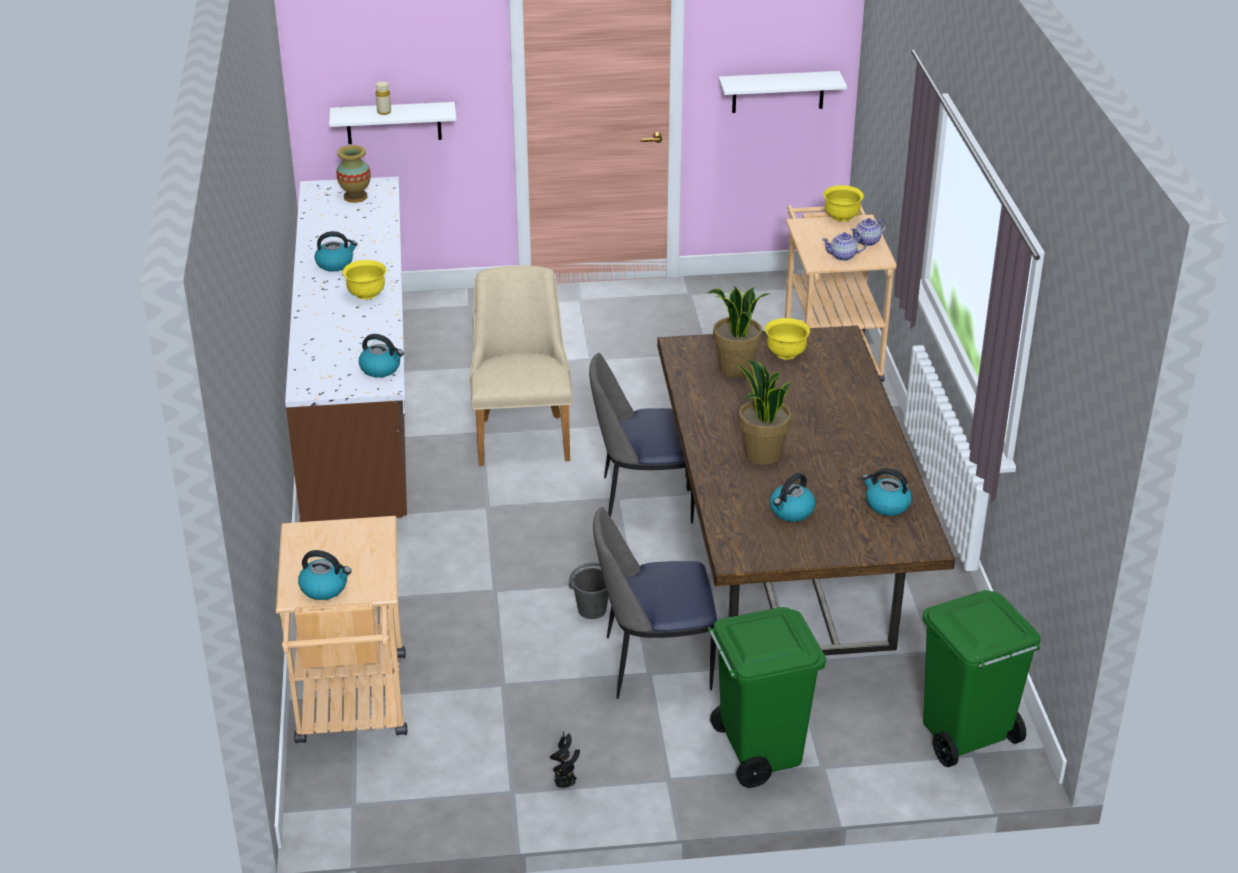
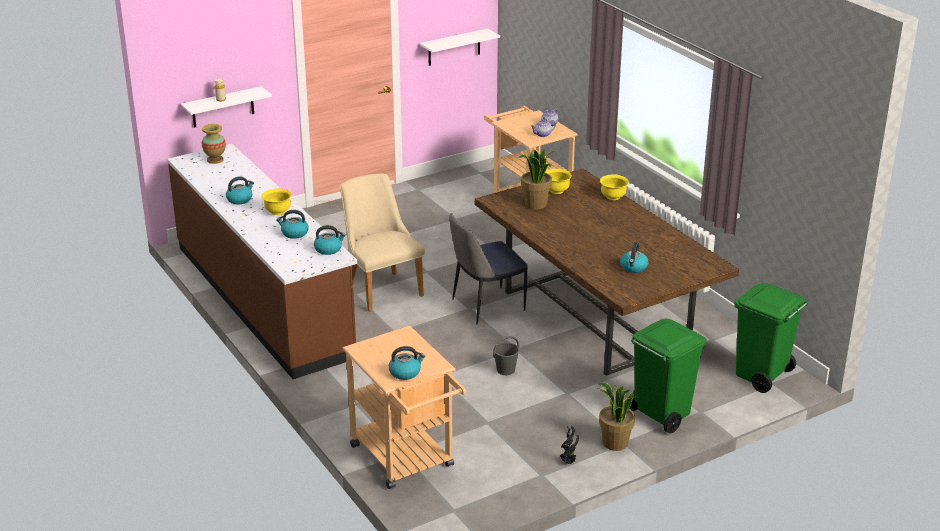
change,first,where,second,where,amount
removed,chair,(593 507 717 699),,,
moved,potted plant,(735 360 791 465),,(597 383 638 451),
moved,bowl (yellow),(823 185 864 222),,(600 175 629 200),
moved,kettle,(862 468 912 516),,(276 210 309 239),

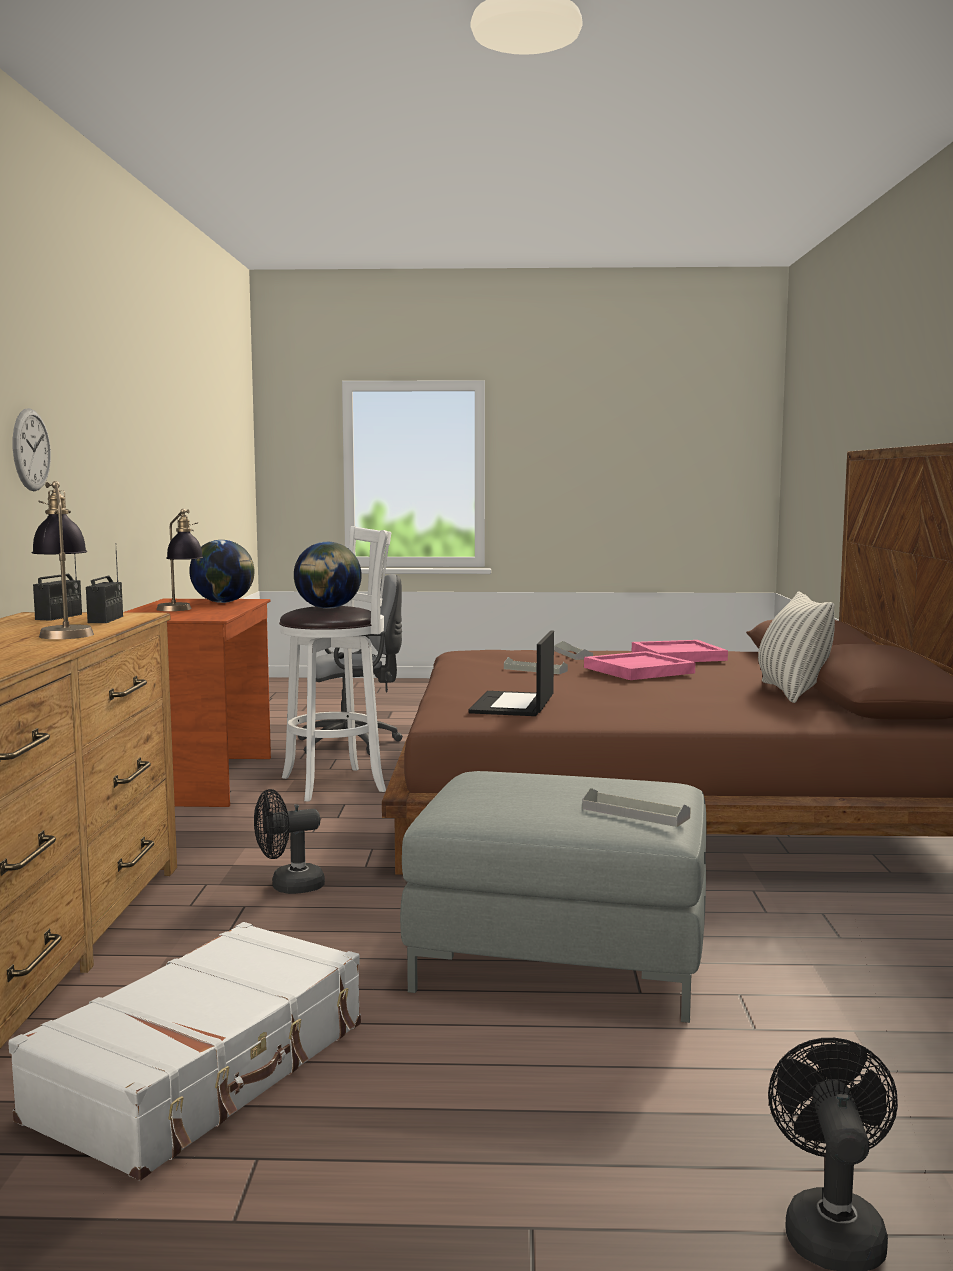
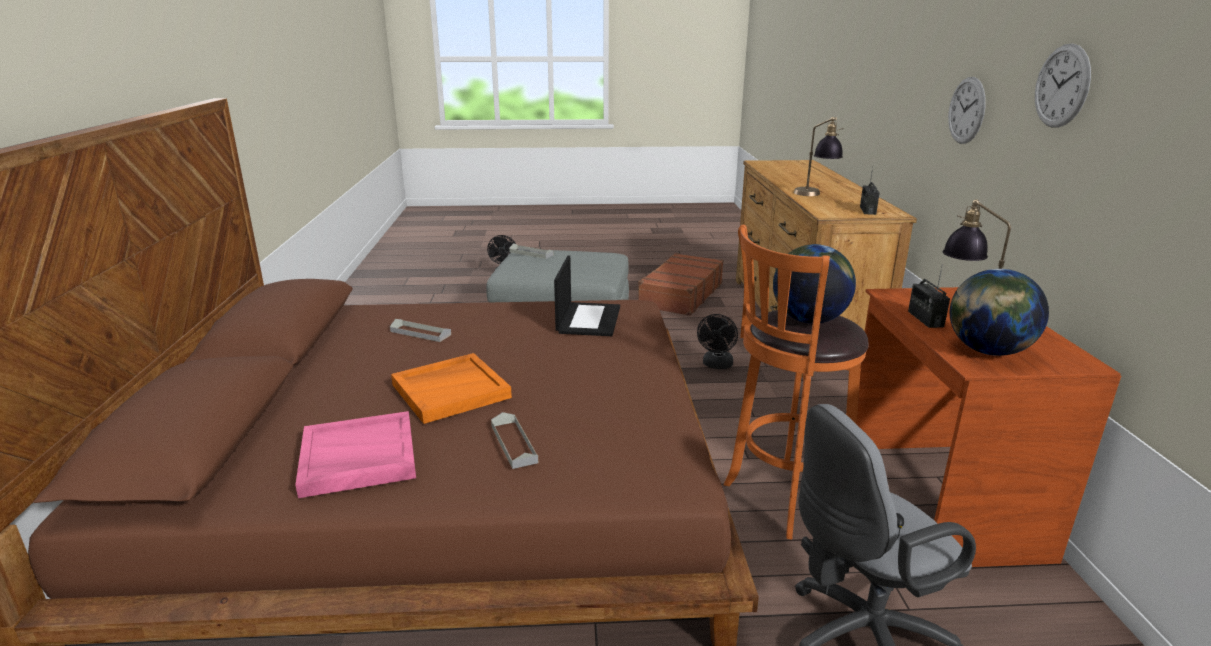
change,first,where,second,where,amount
removed,pillow,(758 592 835 703),,,
added,,,wall clock,(1035 43 1091 127),
moved,radio,(86 543 123 623),,(908 265 950 328),
moved,tray (grey),(504 657 568 674),,(390 319 451 342),
recoloured,suitcase (white),(8 922 361 1181),suitcase (brown),(637 253 724 316),
recoloured,stool (white),(279 526 391 802),stool (orange),(724 225 869 540),
recoloured,tray (pink),(584 651 695 680),tray (orange),(391 353 512 424),
turned,fan (black),(254 789 325 894),,(697 314 738 369),135 degrees clockwise

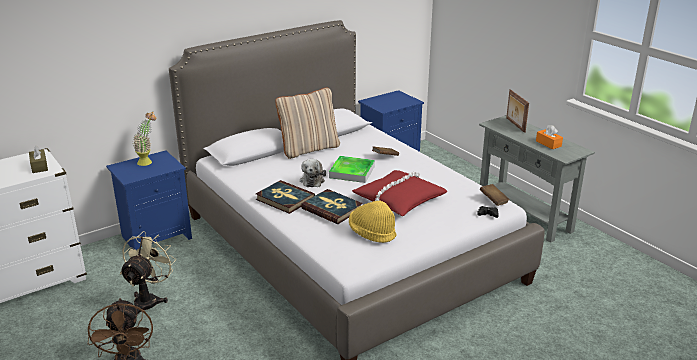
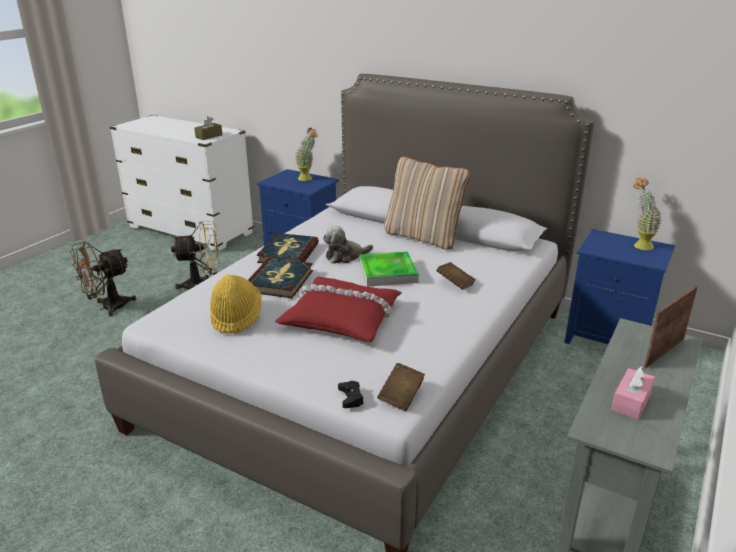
change,first,where,second,where,amount
added,,,potted plant,(634 177 662 250),
recoloured,tissue box (orange),(536 125 563 149),tissue box (pink),(611 366 655 420),

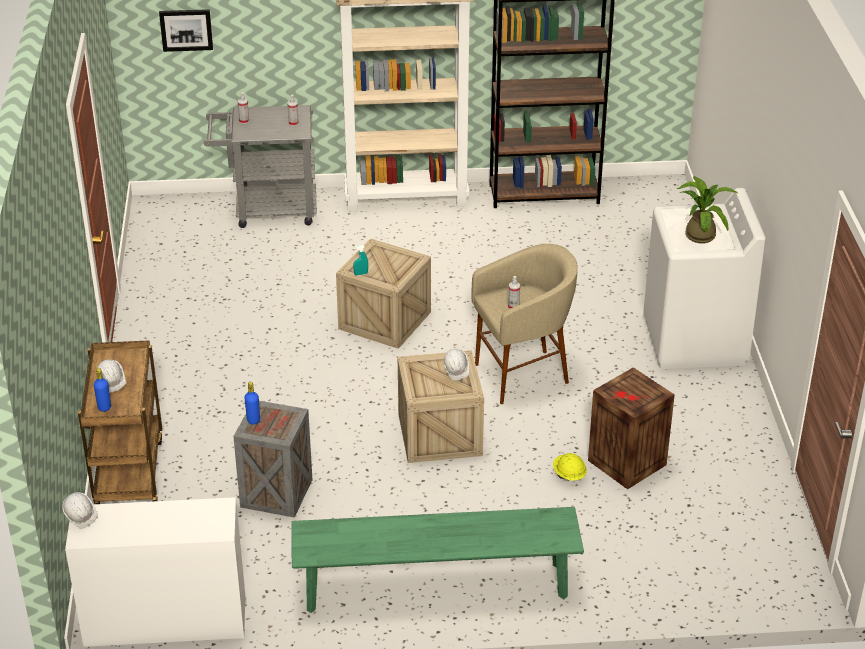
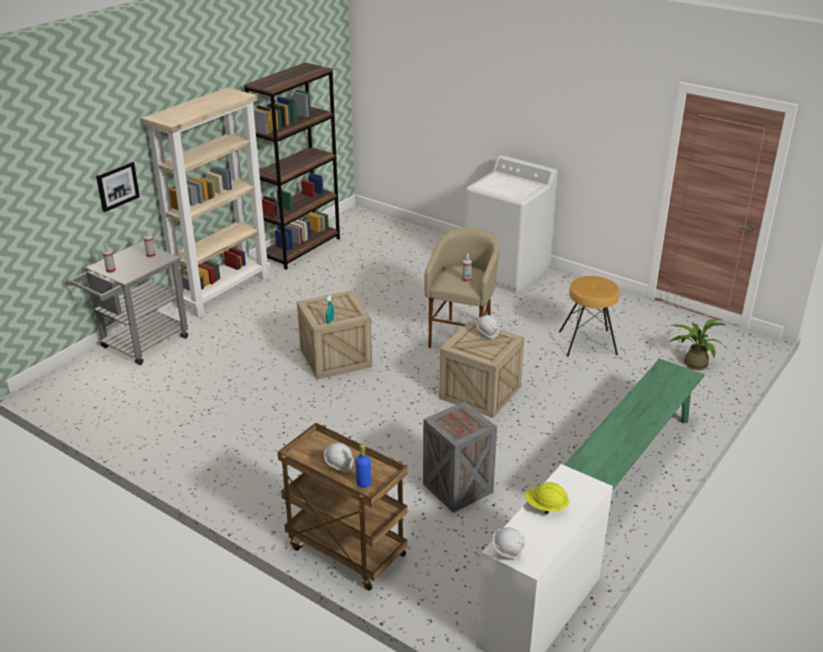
change,first,where,second,where,amount
removed,bottle (blue),(245 382 260 424),,,
moved,picture,(159 9 213 52),,(96 161 140 212),
moved,hard hat (yellow),(553 453 587 481),,(525 482 569 515),
moved,potted plant,(677 176 739 243),,(668 319 727 370),
replaced,crate,(588 367 675 489),stool (brown),(559 276 620 356),

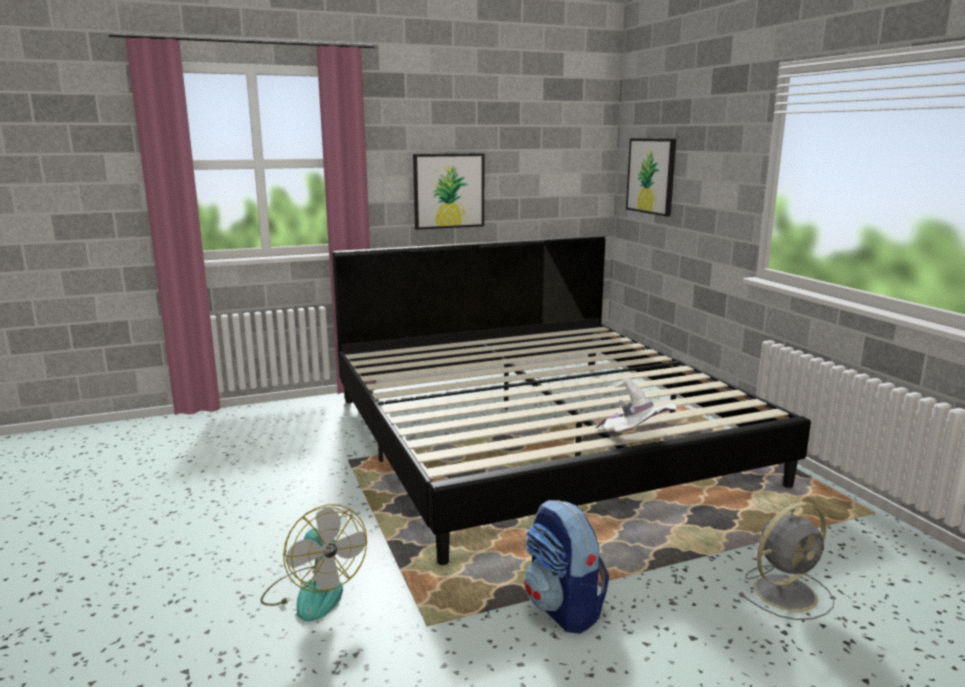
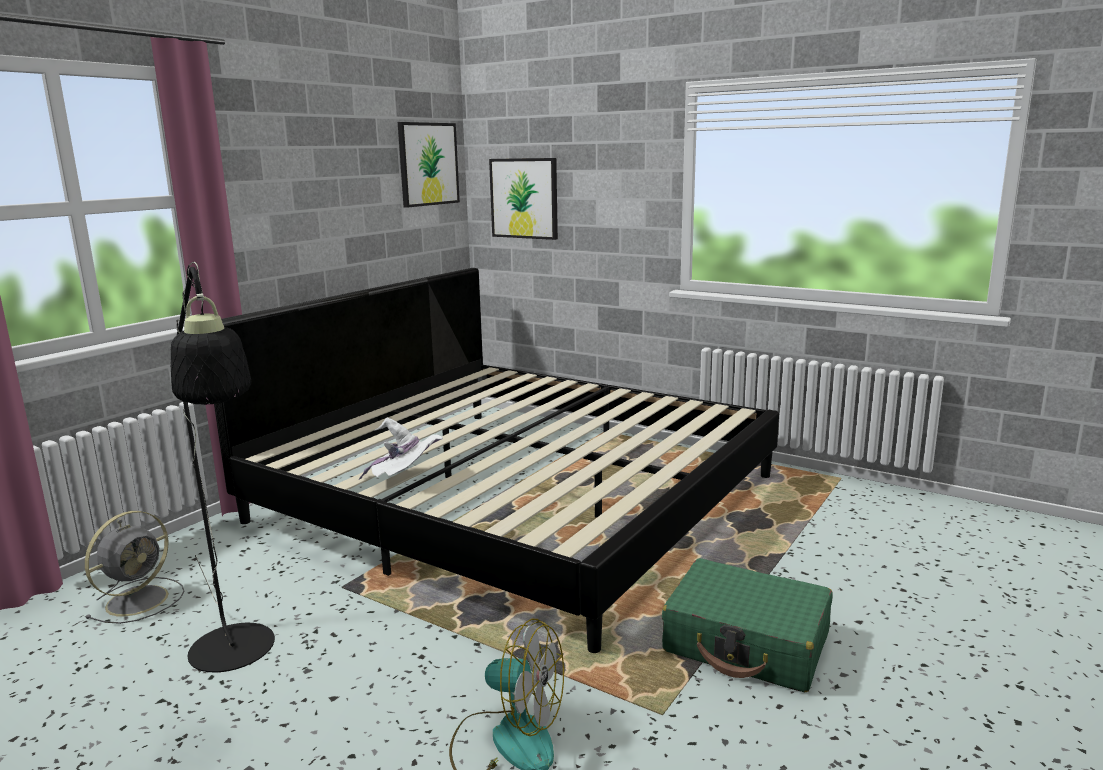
change,first,where,second,where,amount
added,,,floor lamp (black),(171 262 275 672),
moved,picture,(413 153 484 230),,(398 122 460 208),
moved,hat (white),(595 378 677 432),,(359 417 443 480),
moved,fan (grey),(738 502 834 620),,(85 511 184 624),
replaced,backpack,(525 500 609 634),suitcase (green),(662 558 833 692),

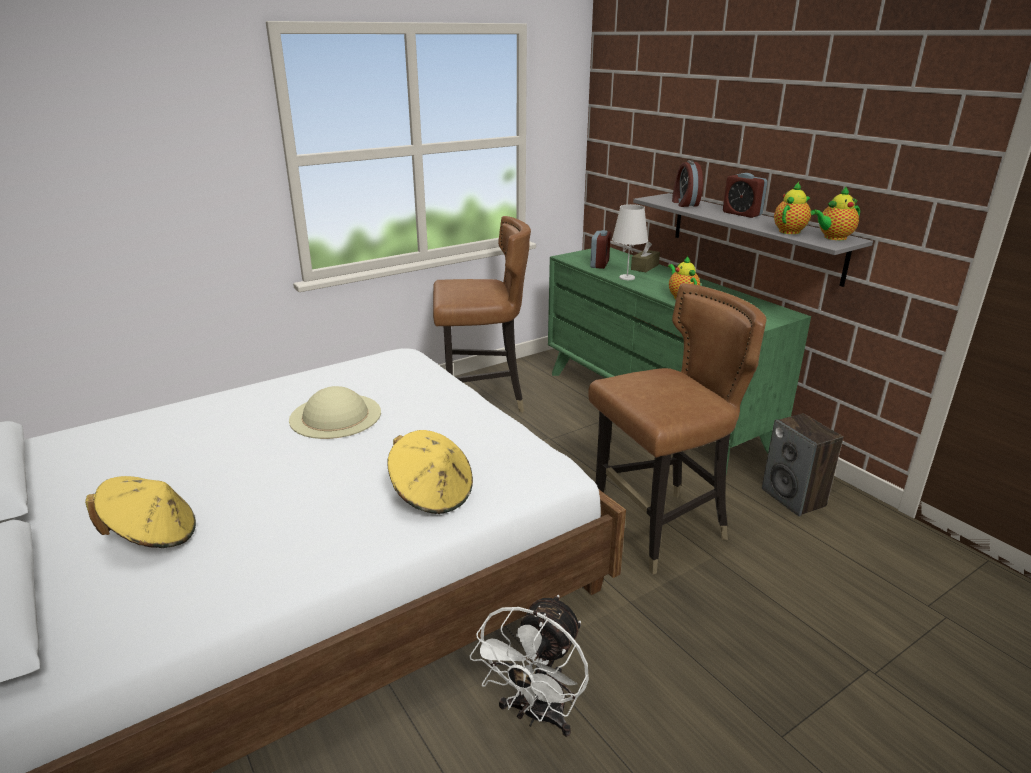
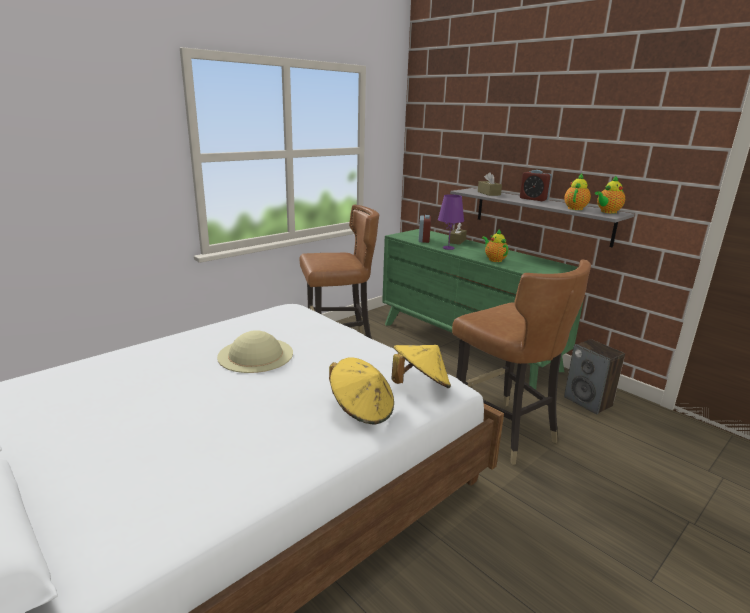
change,first,where,second,where,amount
removed,fan (white),(469 595 589 737),,,
moved,hat (yellow),(85 476 196 548),,(391 345 451 388),
replaced,alarm clock,(672 160 703 207),tissue box (brown),(478 172 502 196),
recoloured,table lamp (white),(612 204 648 280),table lamp (purple),(438 194 464 250),
turned,chair (brown),(588 283 767 575),,(452 259 591 465),90 degrees clockwise

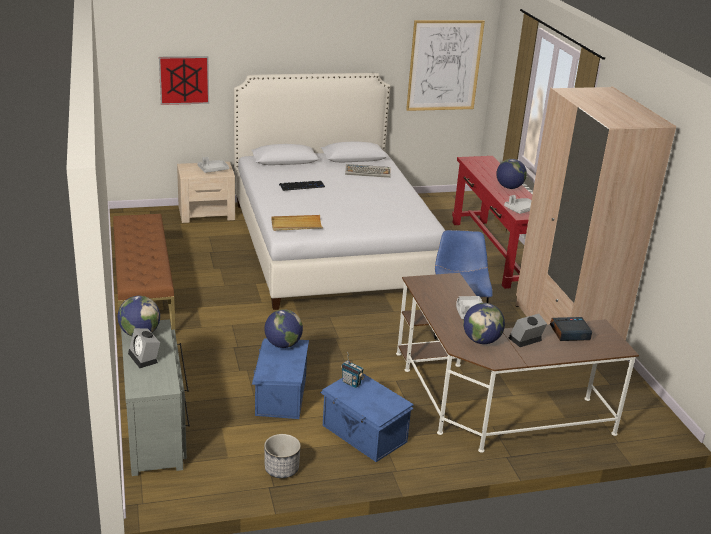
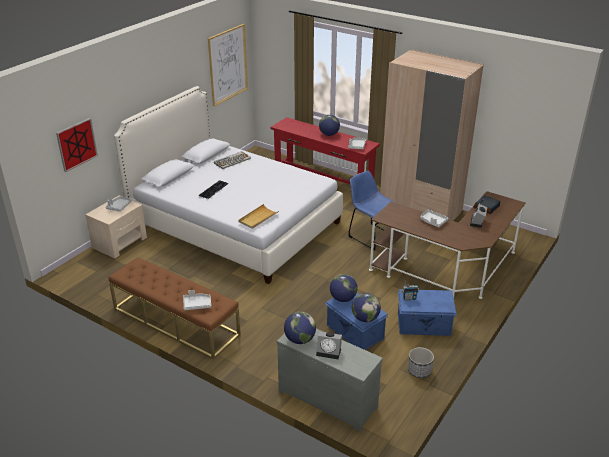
change,first,where,second,where,amount
added,,,tray (grey),(183 290 211 310),
moved,globe,(463 303 505 344),,(352 293 381 322),

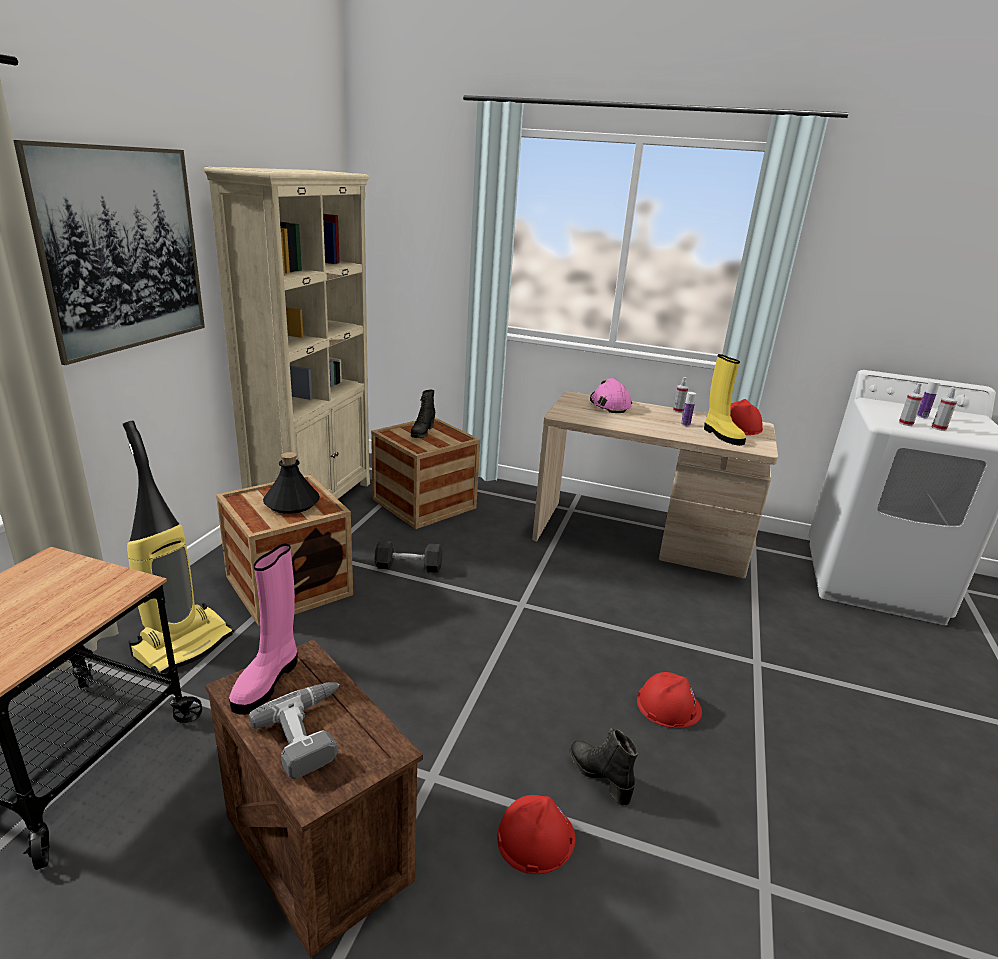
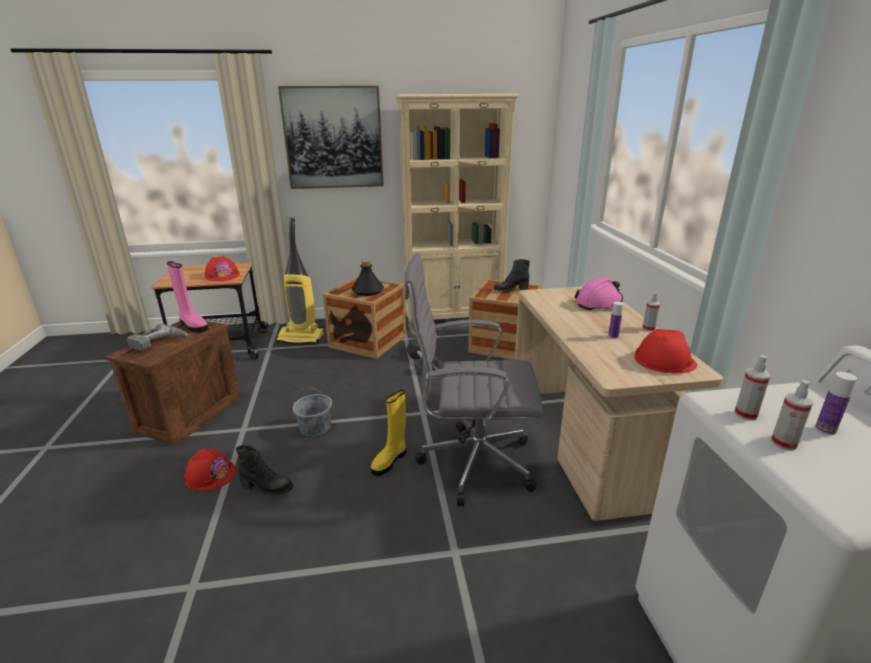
change,first,where,second,where,amount
added,,,bucket (grey),(293 387 332 437),
added,,,office chair (grey),(405 253 543 506),
moved,hard hat (red),(637 672 702 728),,(205 255 240 281),
moved,boot (yellow),(704 354 746 446),,(371 390 406 476),
turned,boot (pink),(229 543 298 715),,(167 261 209 332),135 degrees counterclockwise
turned,boot (black),(570 728 638 805),,(236 445 293 496),75 degrees clockwise

